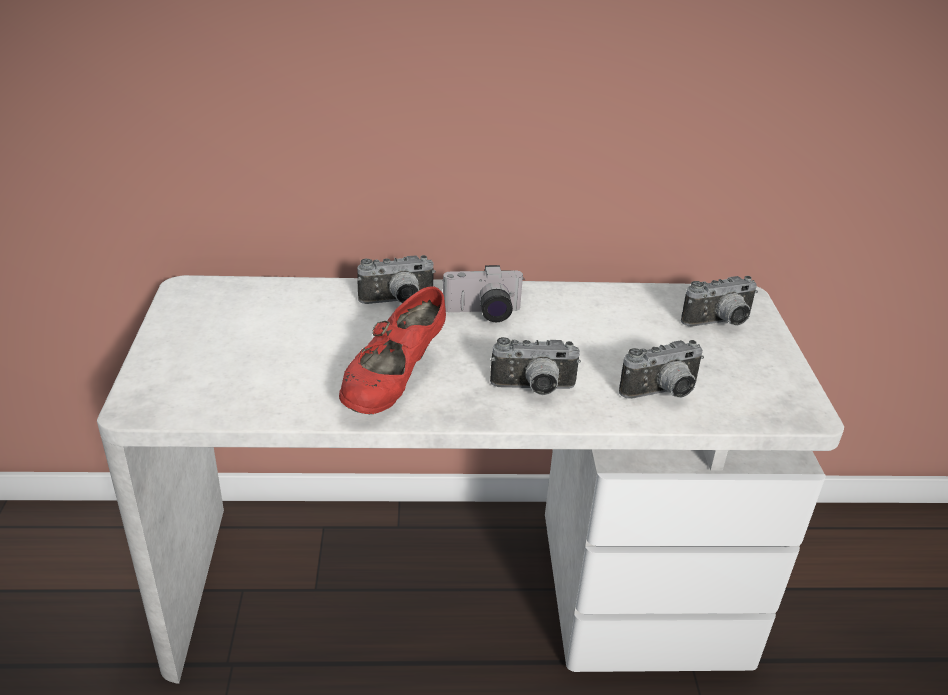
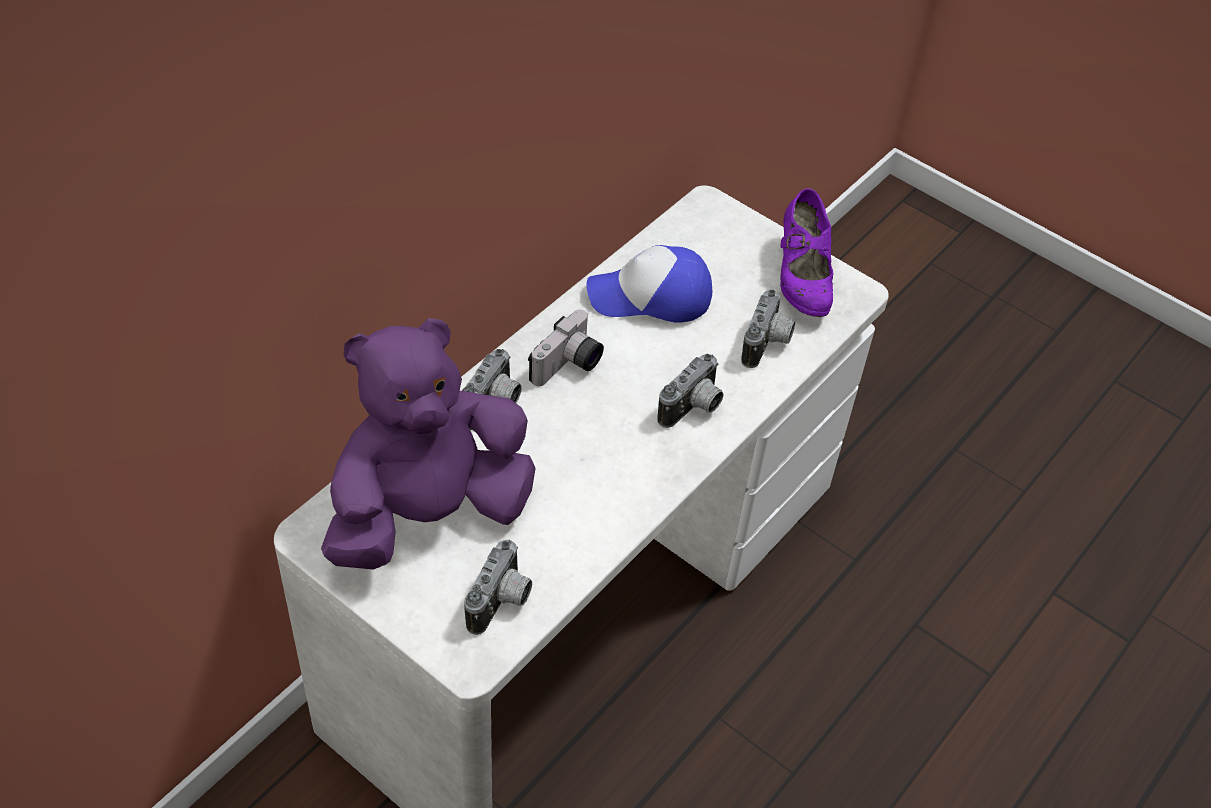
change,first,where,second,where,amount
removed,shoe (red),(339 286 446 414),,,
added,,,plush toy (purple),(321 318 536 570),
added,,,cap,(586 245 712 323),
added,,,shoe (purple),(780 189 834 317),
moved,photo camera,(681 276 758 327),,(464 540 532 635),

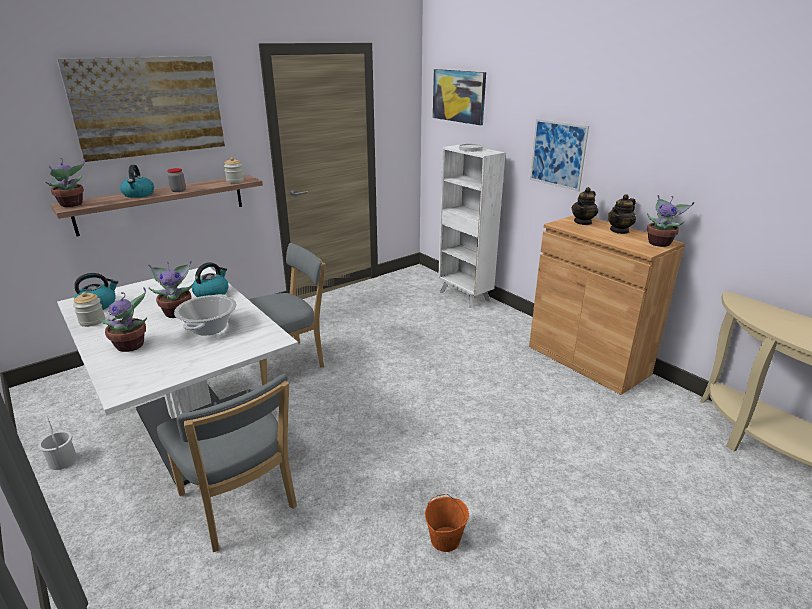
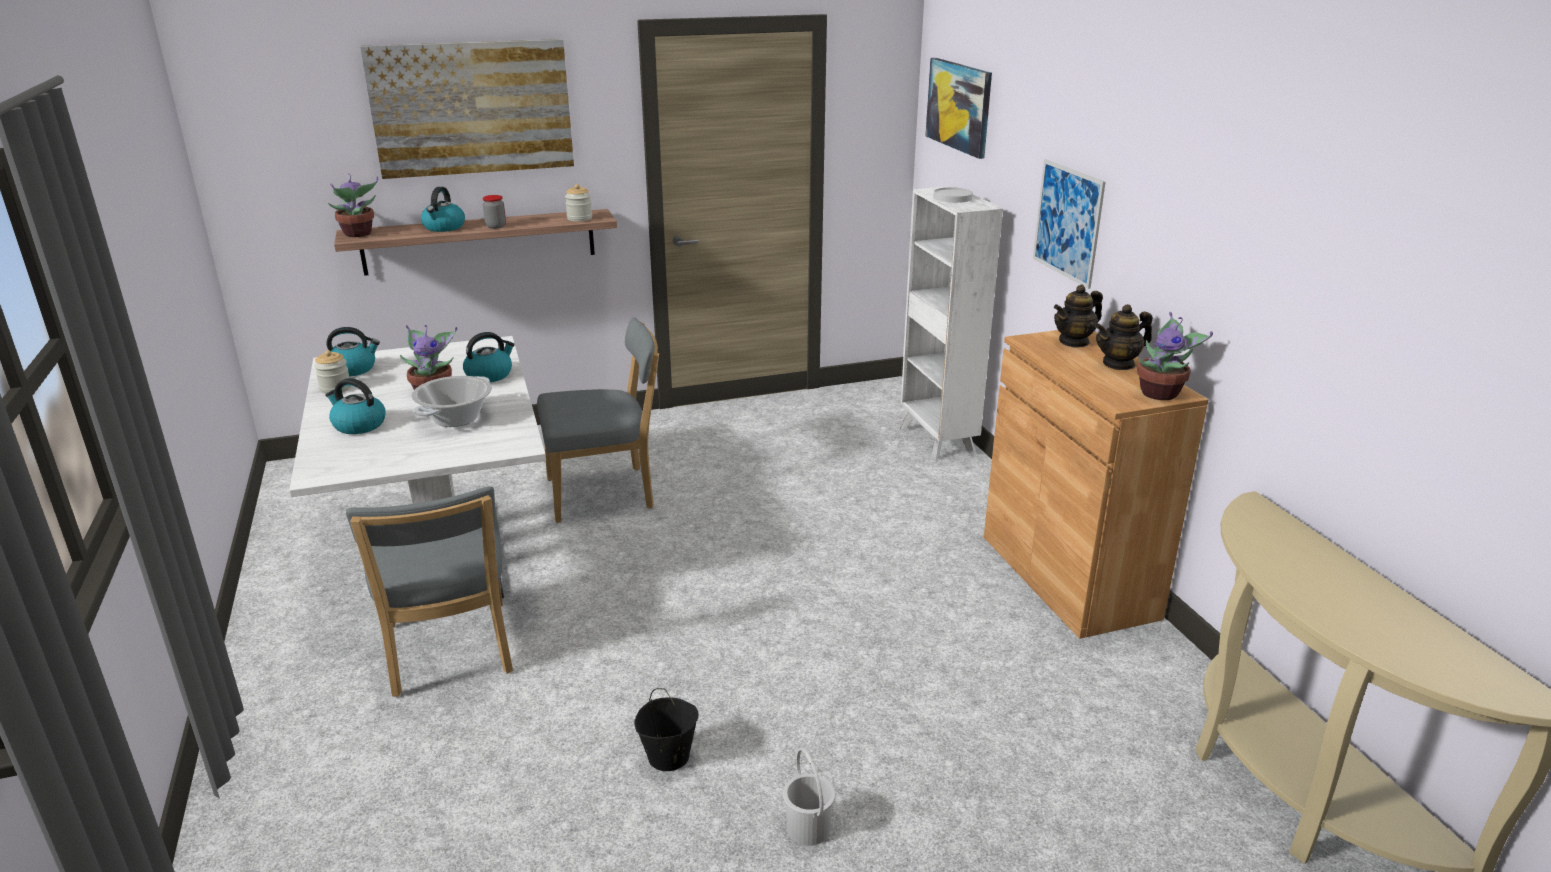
change,first,where,second,where,amount
moved,bucket (white),(38 416 77 470),,(783 747 836 846),
replaced,potted plant,(98 287 147 352),kettle,(325 378 386 434),
recoloured,bucket (orange),(425 494 469 552),bucket (black),(634 688 698 771),

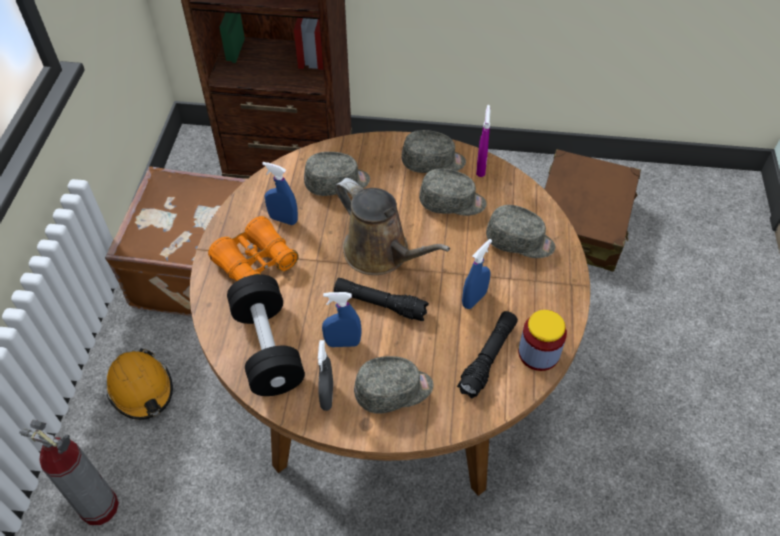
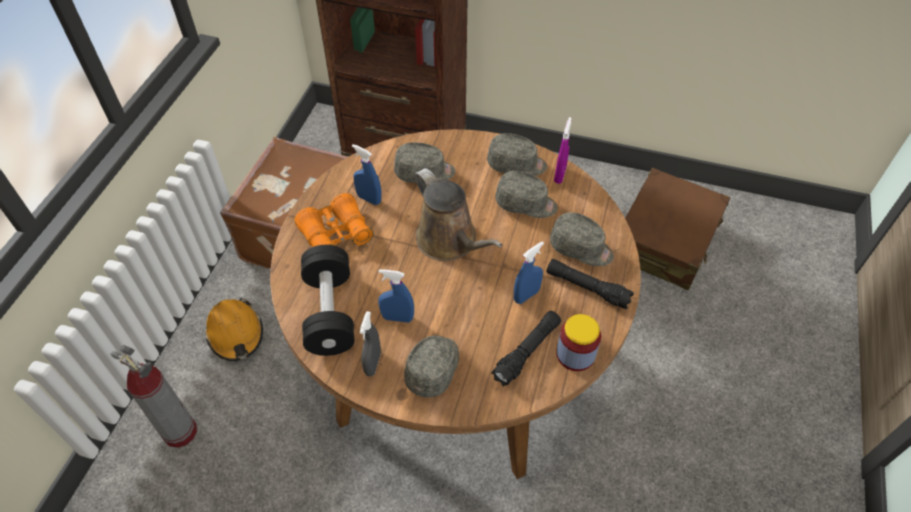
change,first,where,second,where,amount
moved,flashlight (black),(334 278 429 321),,(546 259 634 309),
turned,cap (grey),(354 356 434 414),,(404 335 459 397),60 degrees counterclockwise

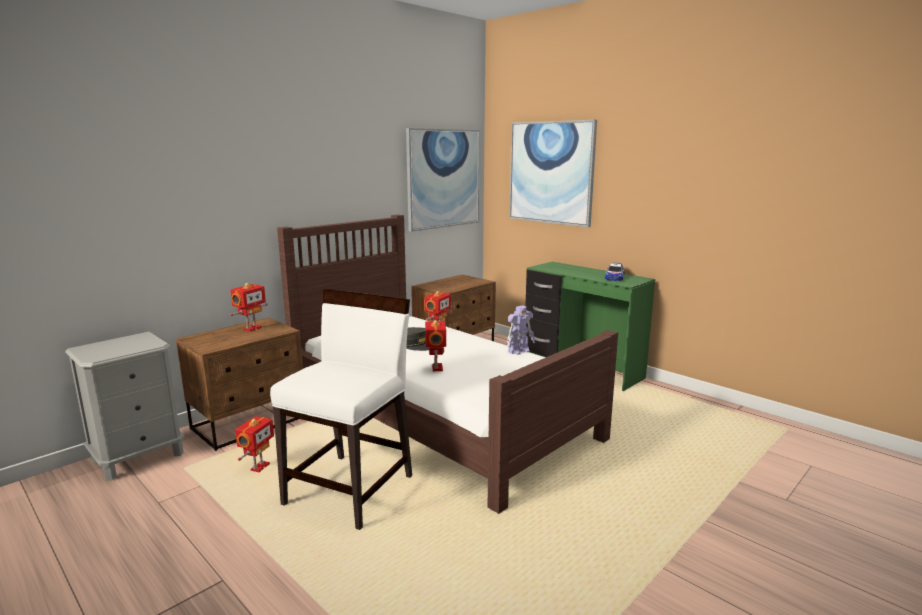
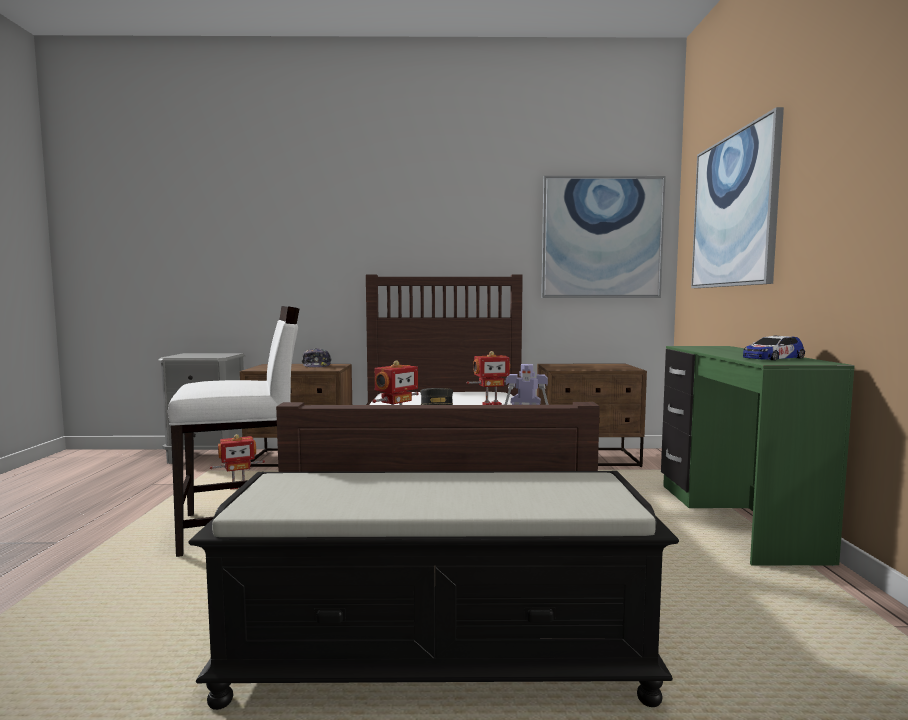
change,first,where,second,where,amount
added,,,bench (black),(188 471 679 710),
replaced,toy robot,(230 283 268 332),cap,(302 348 332 367),

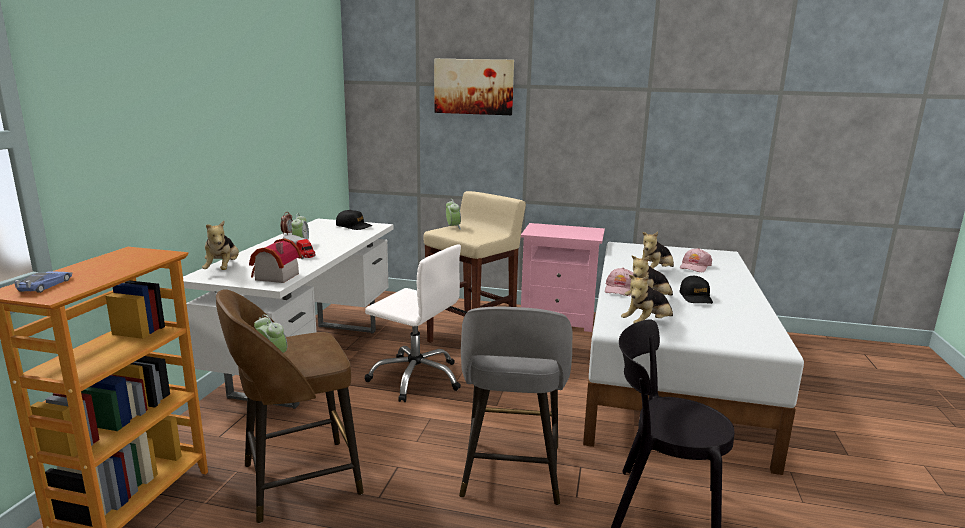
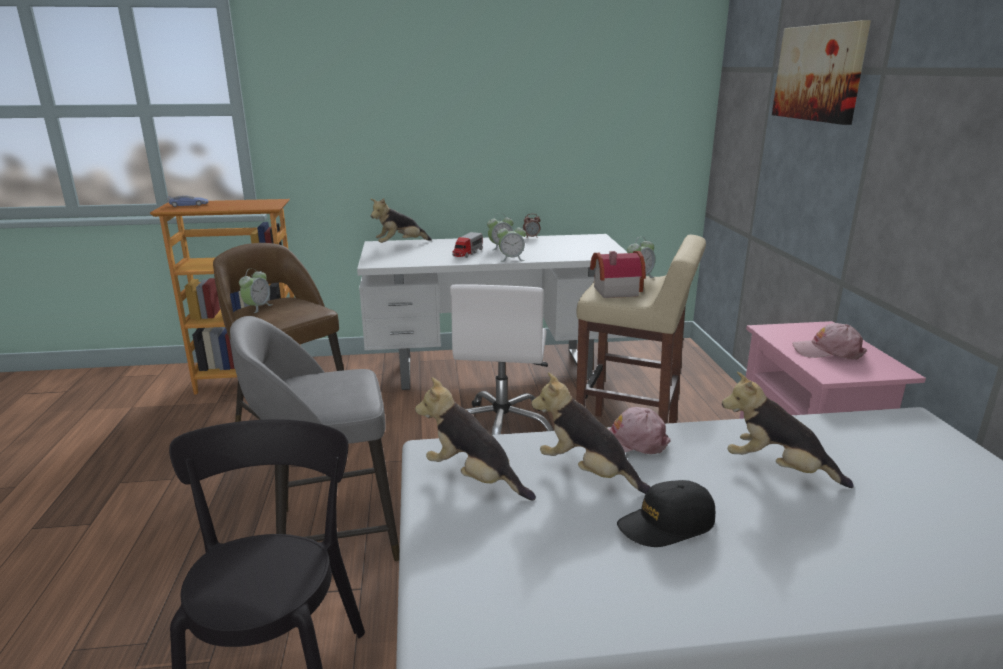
change,first,where,second,where,amount
removed,cap (black),(336 210 373 230),,,
added,,,alarm clock,(497 223 526 262),
moved,toy house,(249 238 302 283),,(590 251 646 298),
moved,cap (pink),(680 248 712 272),,(792 323 867 360),

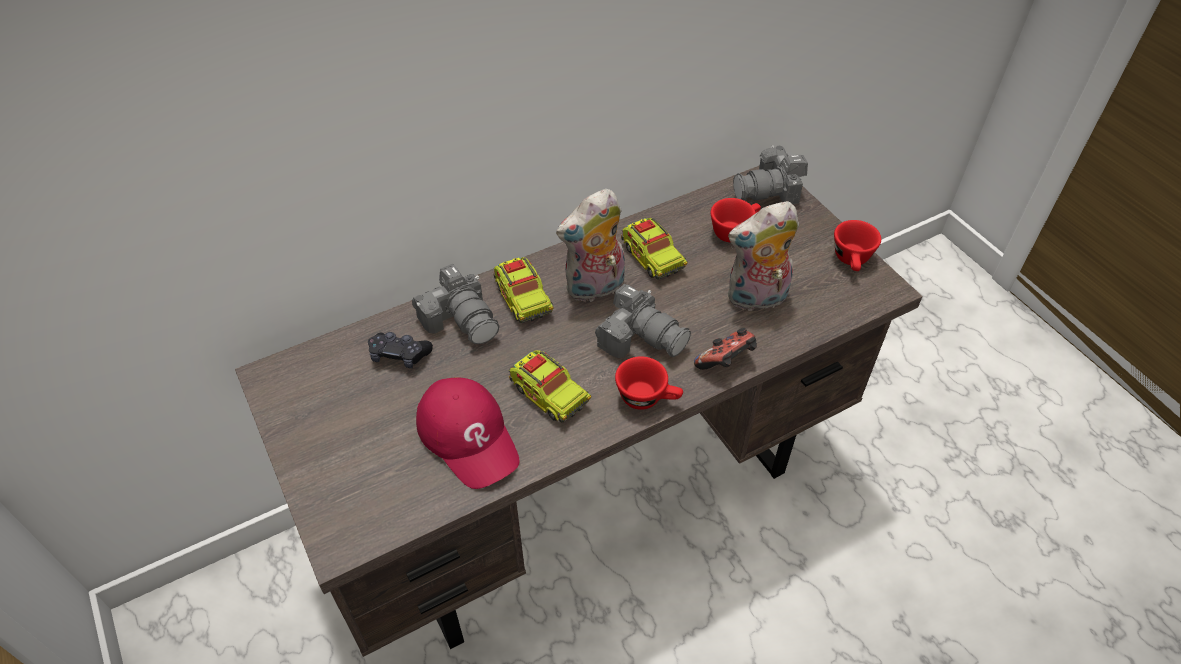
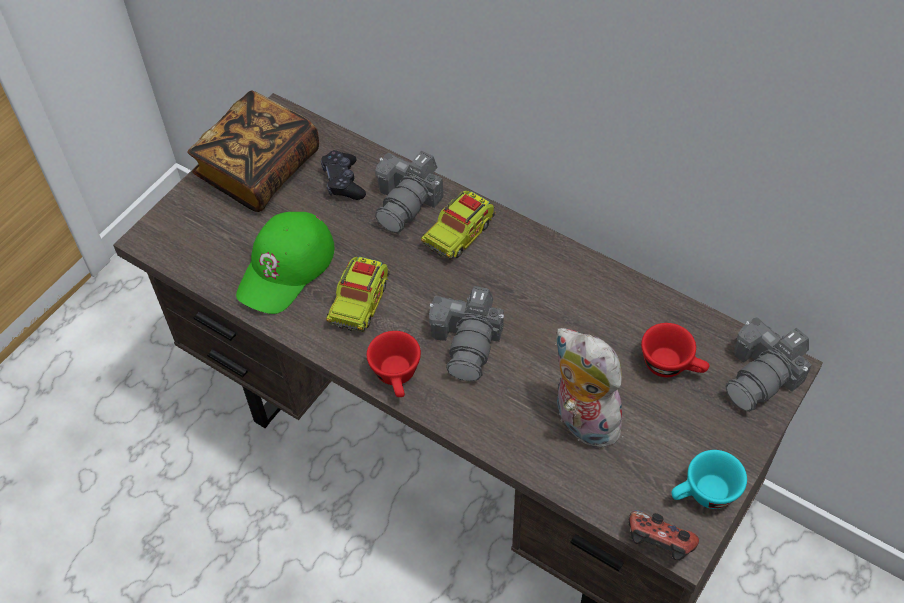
change,first,where,second,where,amount
removed,plush toy,(556 189 625 303),,,
removed,toy truck,(621 218 687 279),,,
added,,,book,(187 90 319 212),
moved,game controller,(694 328 757 370),,(628 510 699 560),
recoloured,cap (red),(416 378 520 489),cap (green),(236 212 334 314),
recoloured,cup (red),(834 220 881 271),cup (turquoise),(671 450 747 509),
turned,photo camera,(733 145 808 204),,(725 317 812 412),90 degrees counterclockwise

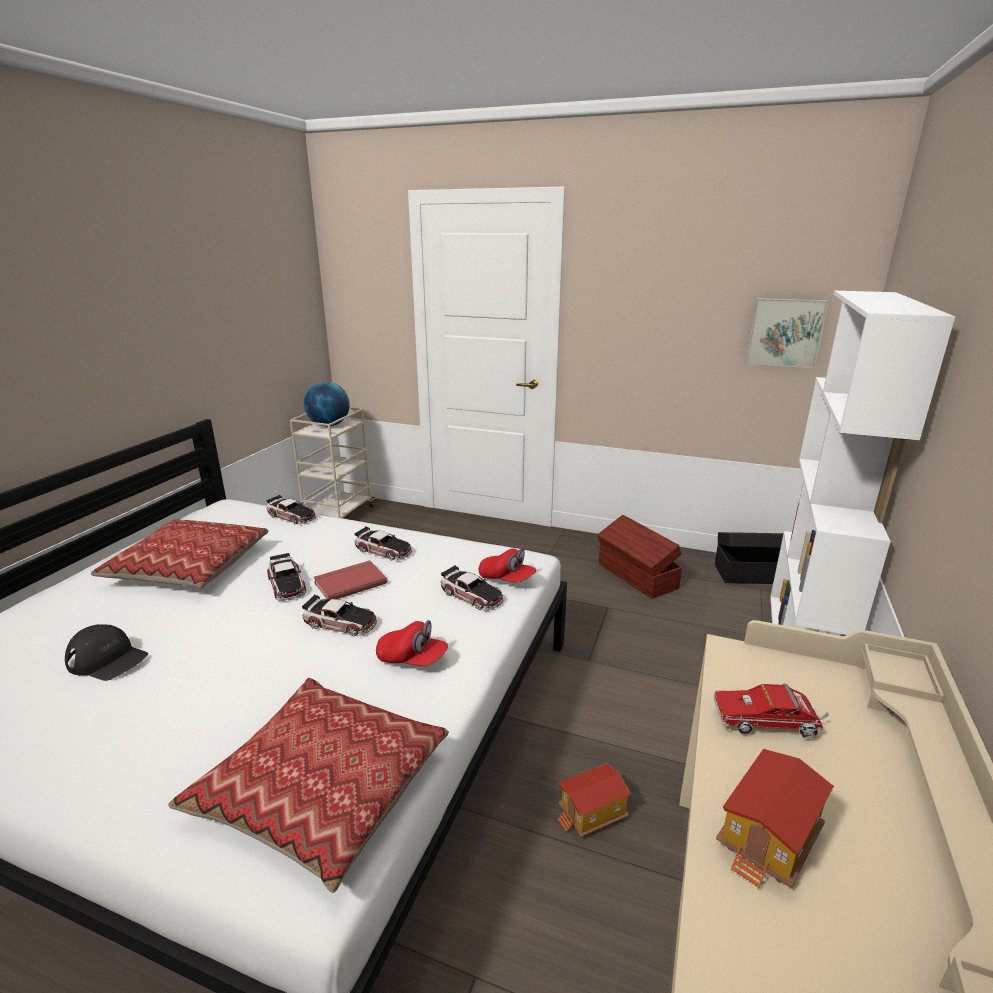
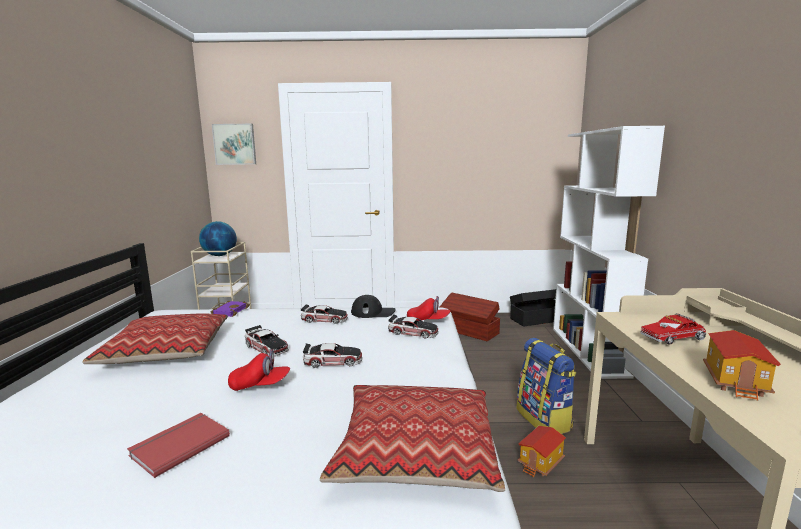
change,first,where,second,where,amount
added,,,backpack,(516 338 576 434),
moved,cap (black),(65 624 148 681),,(351 295 396 318),
moved,book (red),(313 560 387 599),,(127 413 230 478),
moved,cap (red),(376 620 448 666),,(228 349 290 391),
moved,picture,(746 298 829 368),,(212 124 256 165),
replaced,toy car,(266 495 316 524),book (purple),(211 300 250 317),

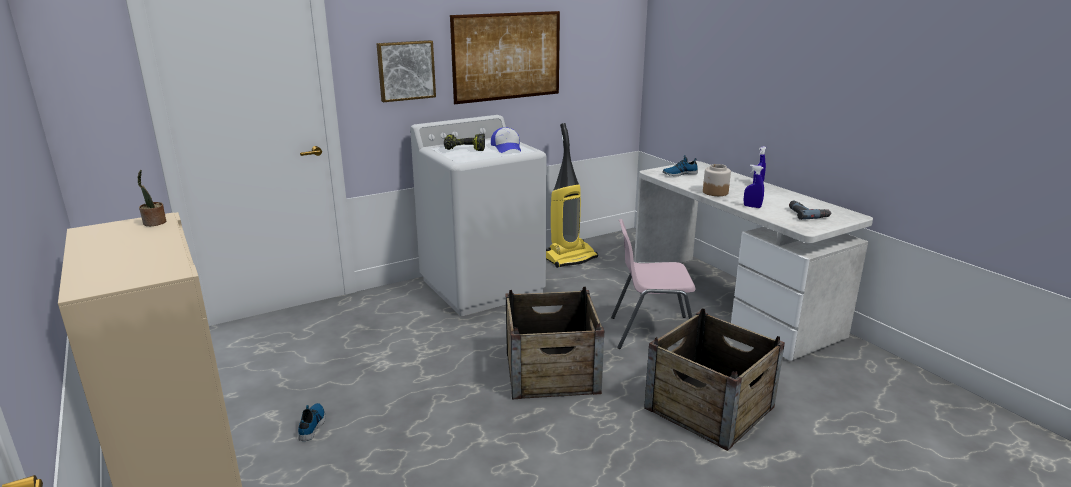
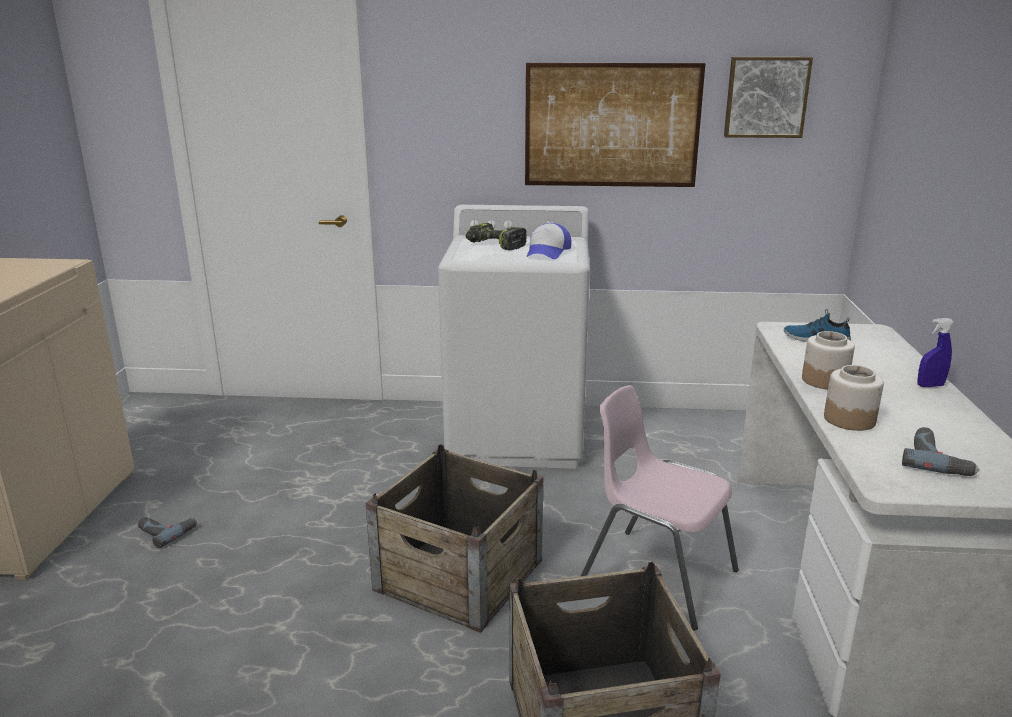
change,first,where,second,where,amount
removed,potted plant,(137 170 166 226),,,
removed,vacuum cleaner,(546 123 598 268),,,
moved,picture,(376 40 436 102),,(724 57 813 138),
replaced,shoe,(298 403 325 441),power drill,(138 517 197 548),
replaced,spray bottle (blue),(744 165 764 208),jar,(824 365 884 431),

